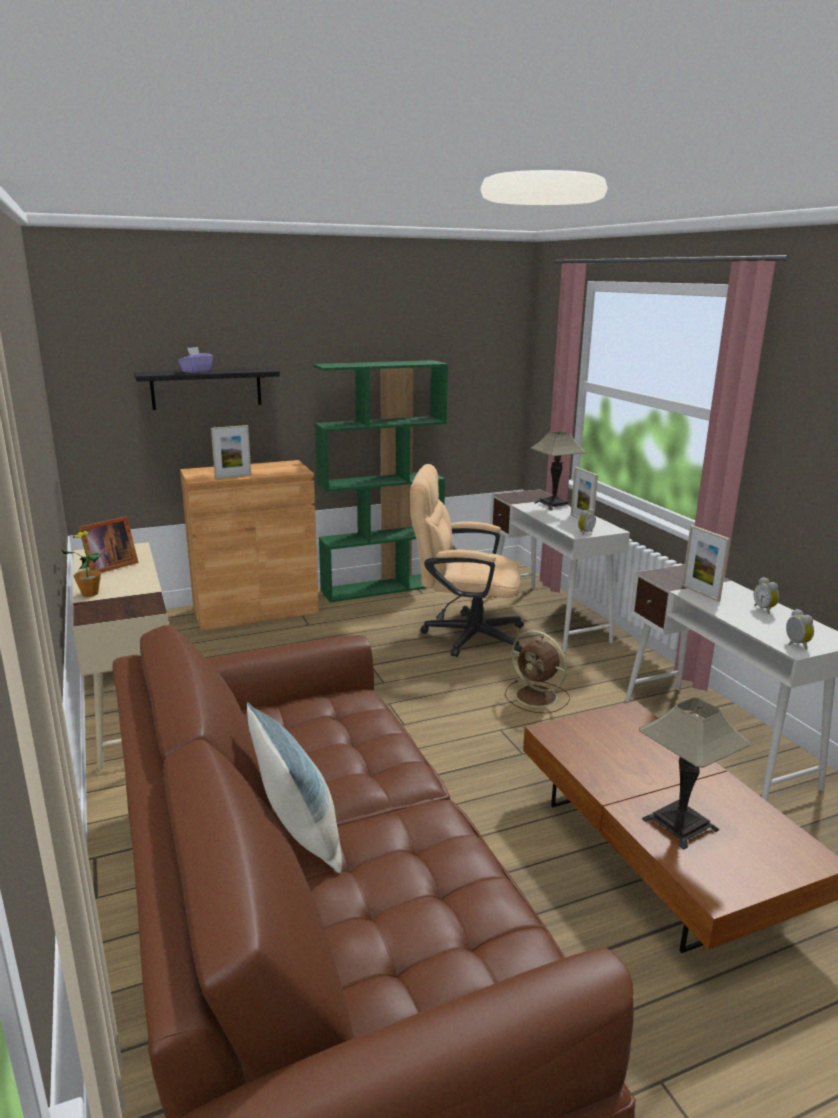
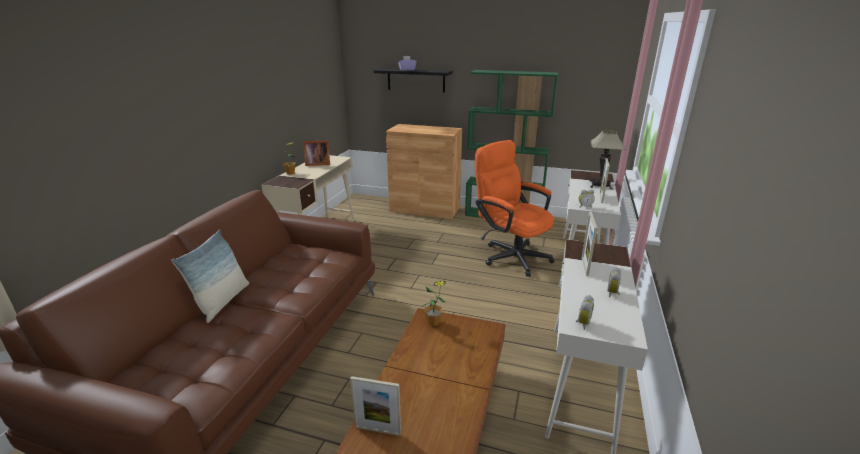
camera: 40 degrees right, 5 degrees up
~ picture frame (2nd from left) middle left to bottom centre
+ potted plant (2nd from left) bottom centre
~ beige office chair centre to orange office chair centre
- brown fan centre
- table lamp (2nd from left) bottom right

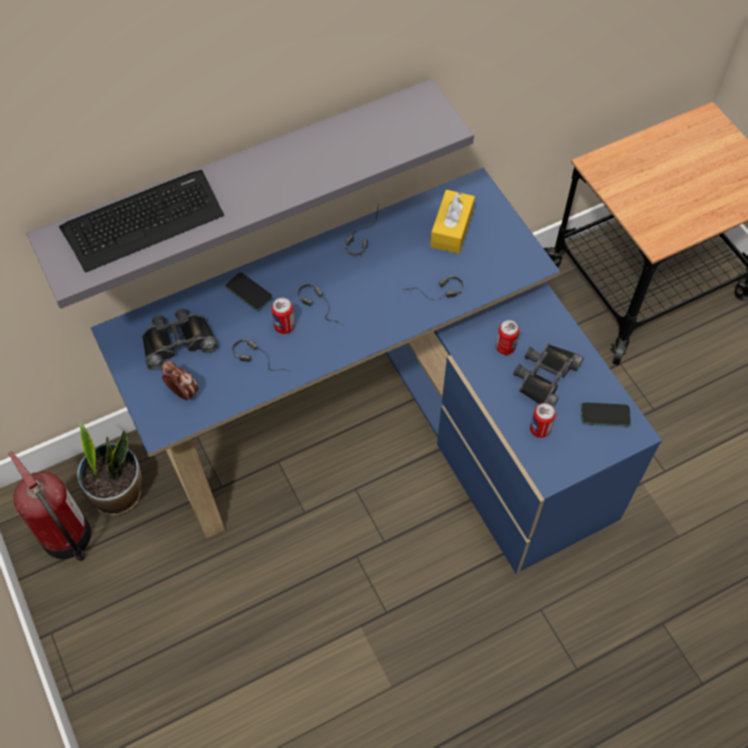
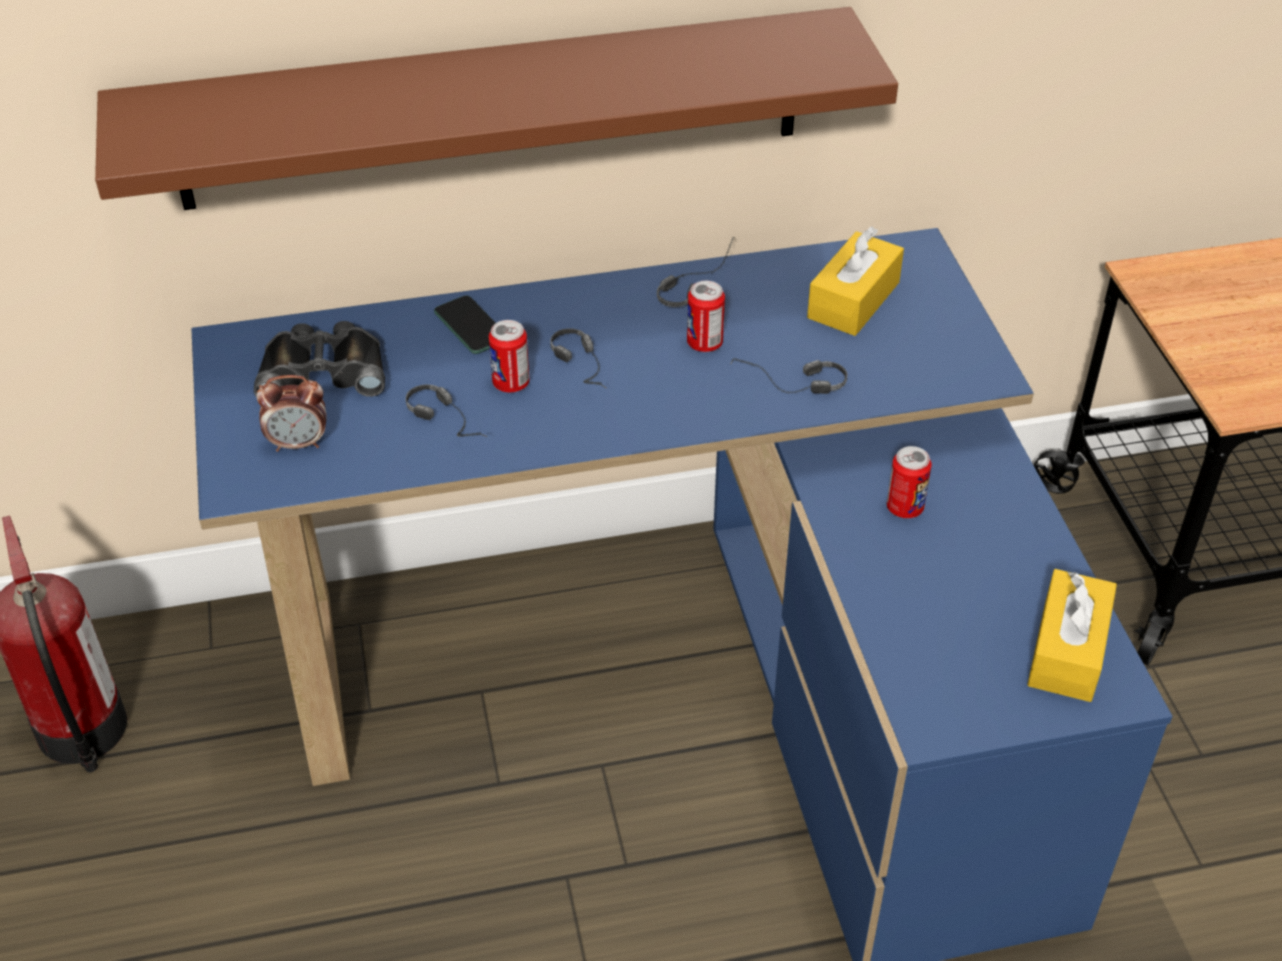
camera: 15 degrees right, 15 degrees down
~ grey shelf top centre to brown shelf top centre
~ alarm clock middle left = middle left 120 degrees clockwise
~ can (3rd from left in the first image) middle right to can (2nd from left) top centre
~ phone (2nd from left) middle right to yellow tissue box (2nd from left) middle right
- keyboard top left
- potted plant middle left
- black binoculars (2nd from left) middle right

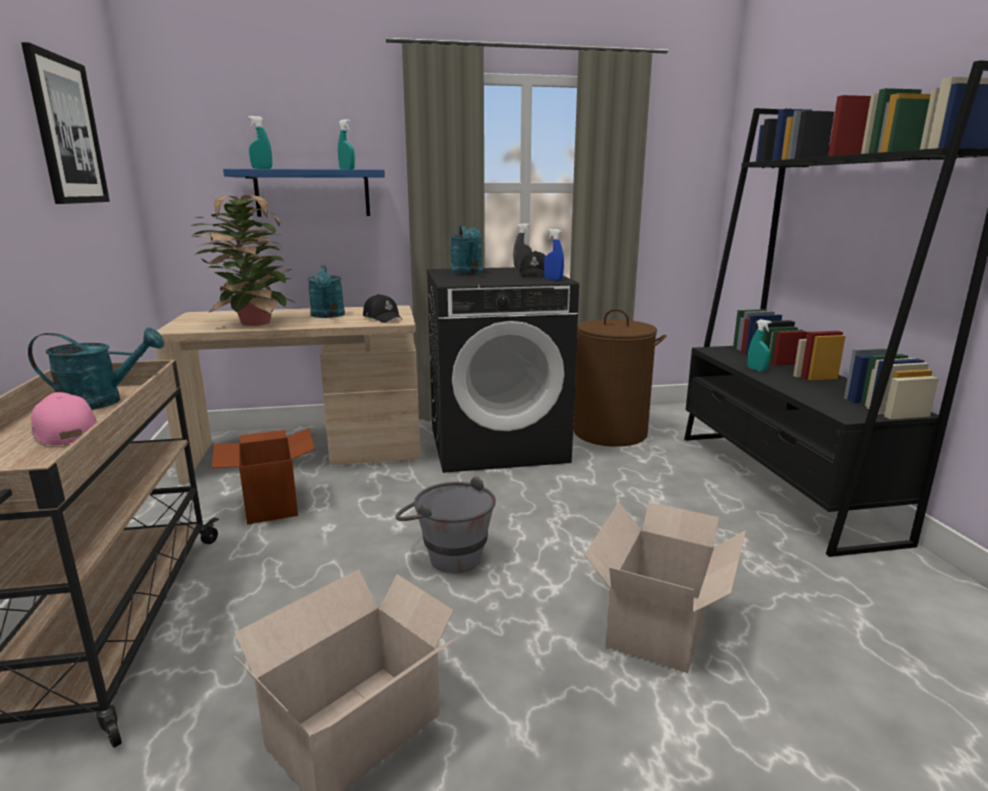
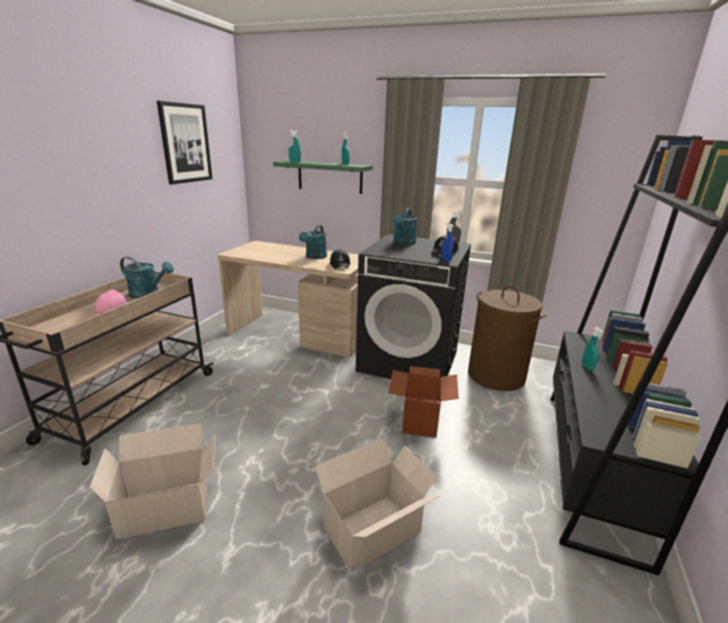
camera: 30 degrees right, 5 degrees up
~ blue shelf top left to green shelf top centre
~ cardboard box (1st from left in the first image) middle left to cardboard box (3rd from left) centre
- potted plant top left
- grey bucket centre

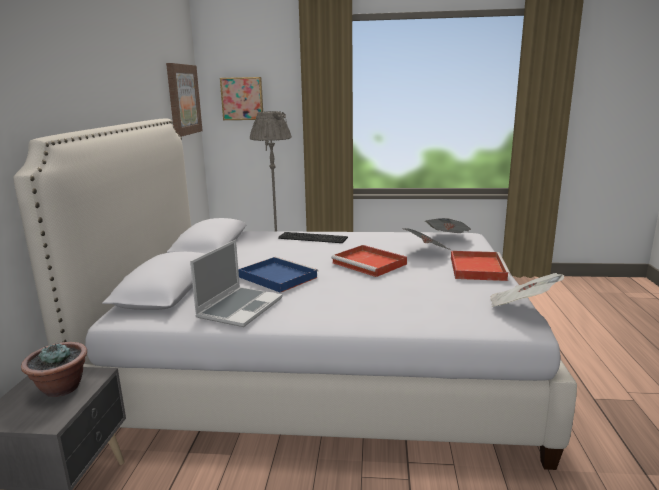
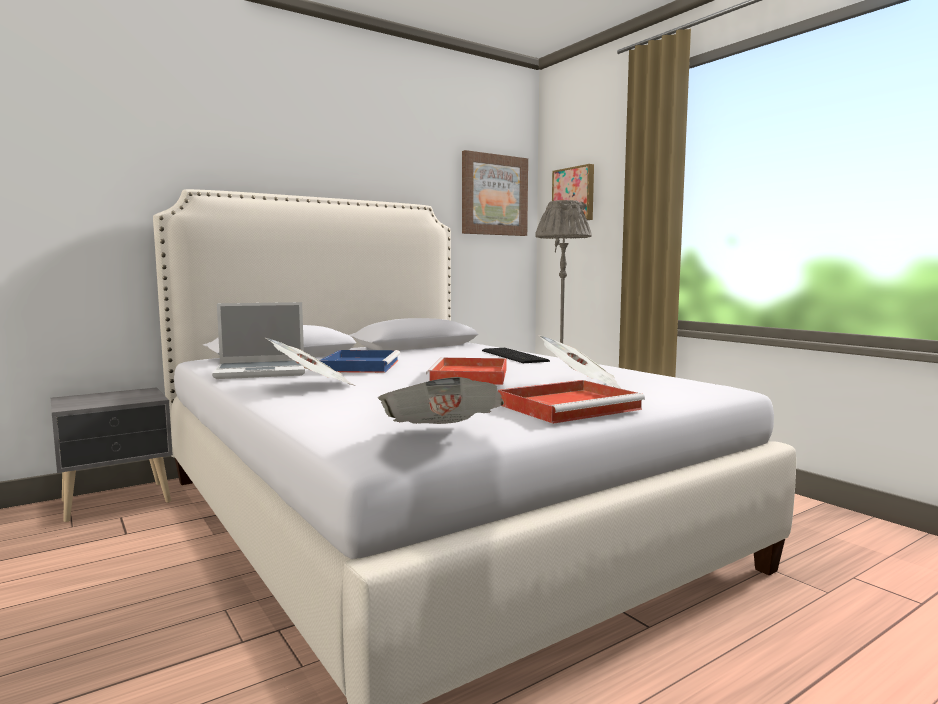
camera: 50 degrees right, 10 degrees down
~ newspaper (2nd from left in the first image) middle right to newspaper (1st from left) middle left
- potted plant bottom left

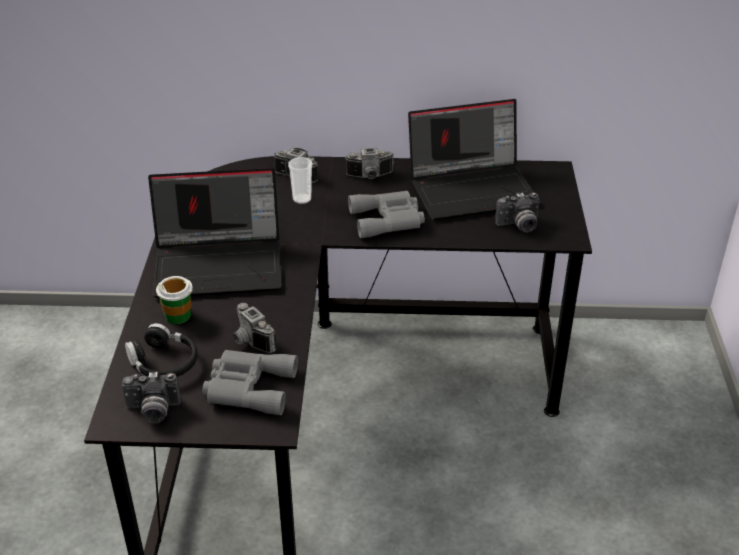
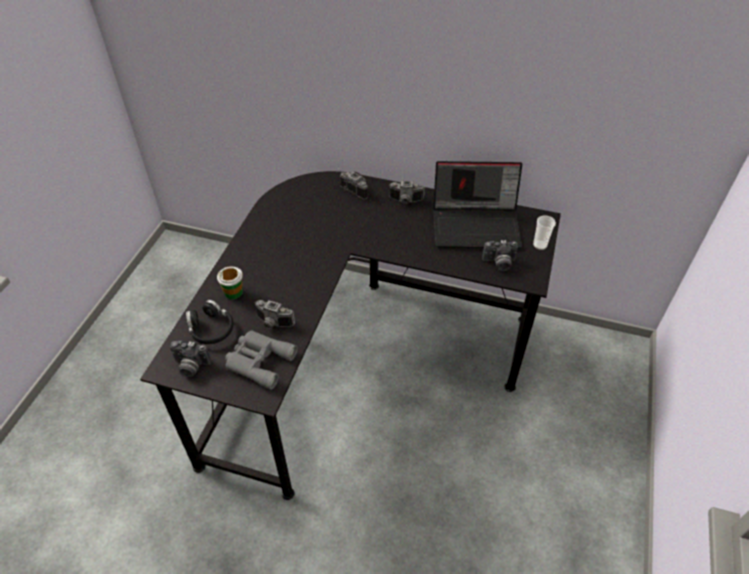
camera: 15 degrees right, 10 degrees up
~ photo camera (2nd from left) centre = centre 45 degrees counterclockwise
~ cup (2nd from left) top centre to middle right
- laptop (1st from left) middle left
- grey binoculars (2nd from left) centre

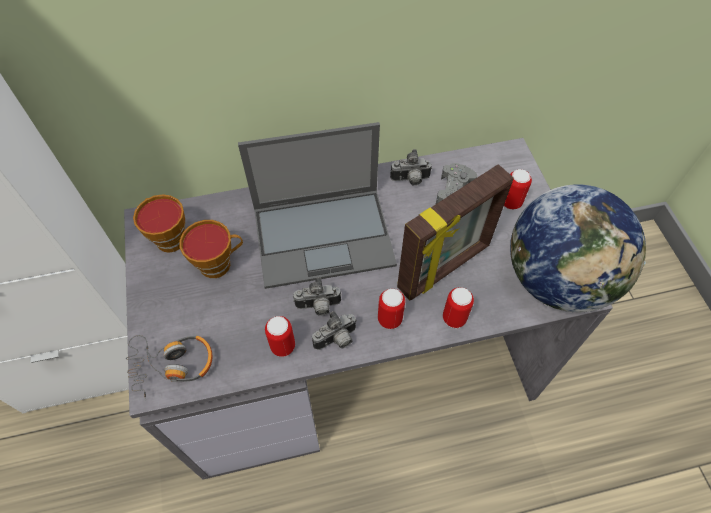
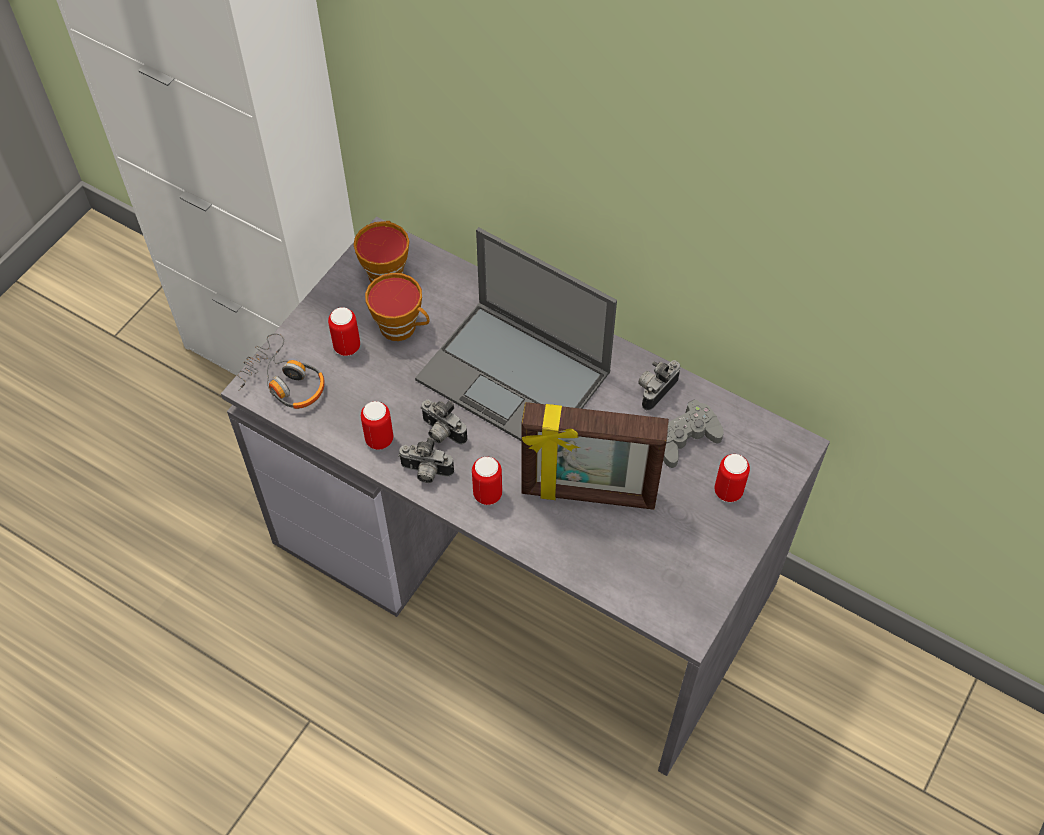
camera: 45 degrees right, 0 degrees up
~ can (3rd from left in the first image) centre to can (1st from left) middle left
~ photo camera (3rd from left) top centre = centre 90 degrees clockwise
- globe middle right

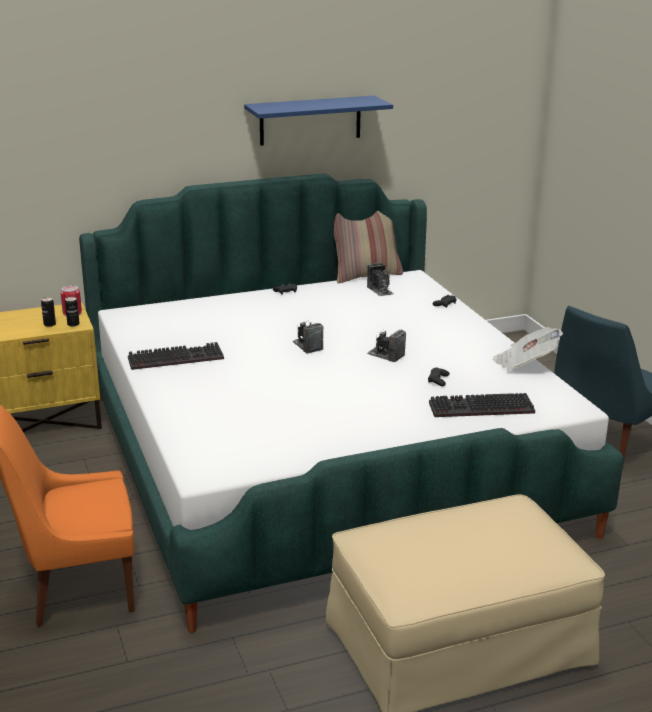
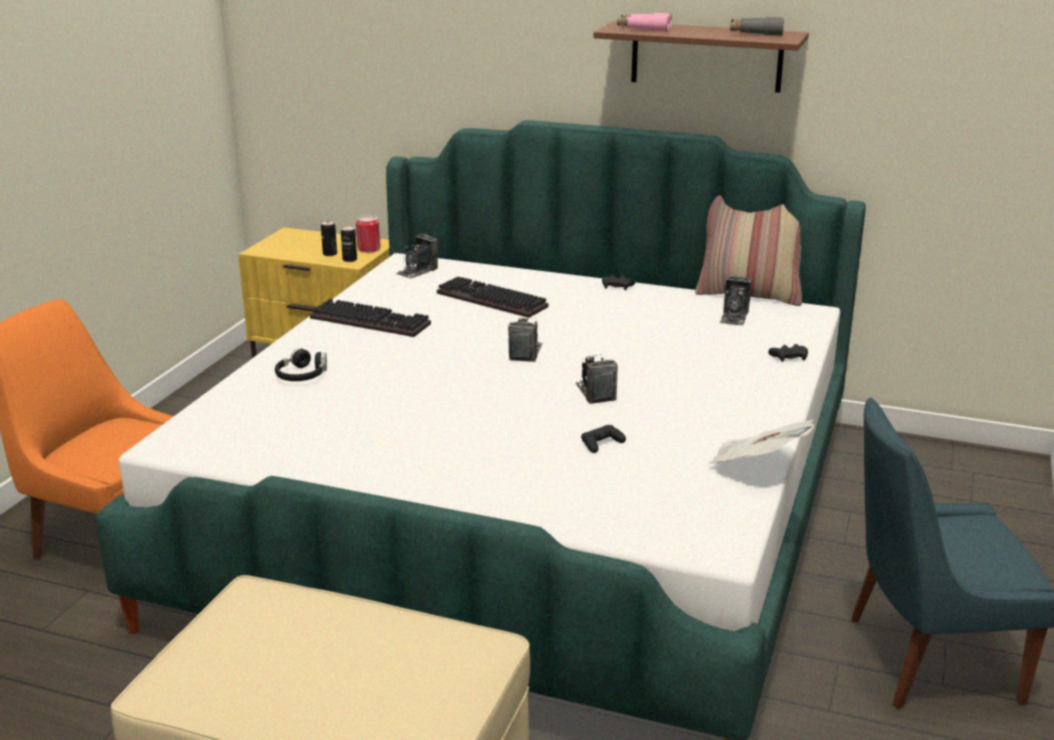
camera: 40 degrees right, 0 degrees up
+ black headphones middle left
+ photo camera (1st from left) centre
~ keyboard (2nd from left) middle right to centre
~ blue shelf top centre to brown shelf top centre
+ pink binoculars top centre
+ grey binoculars top right

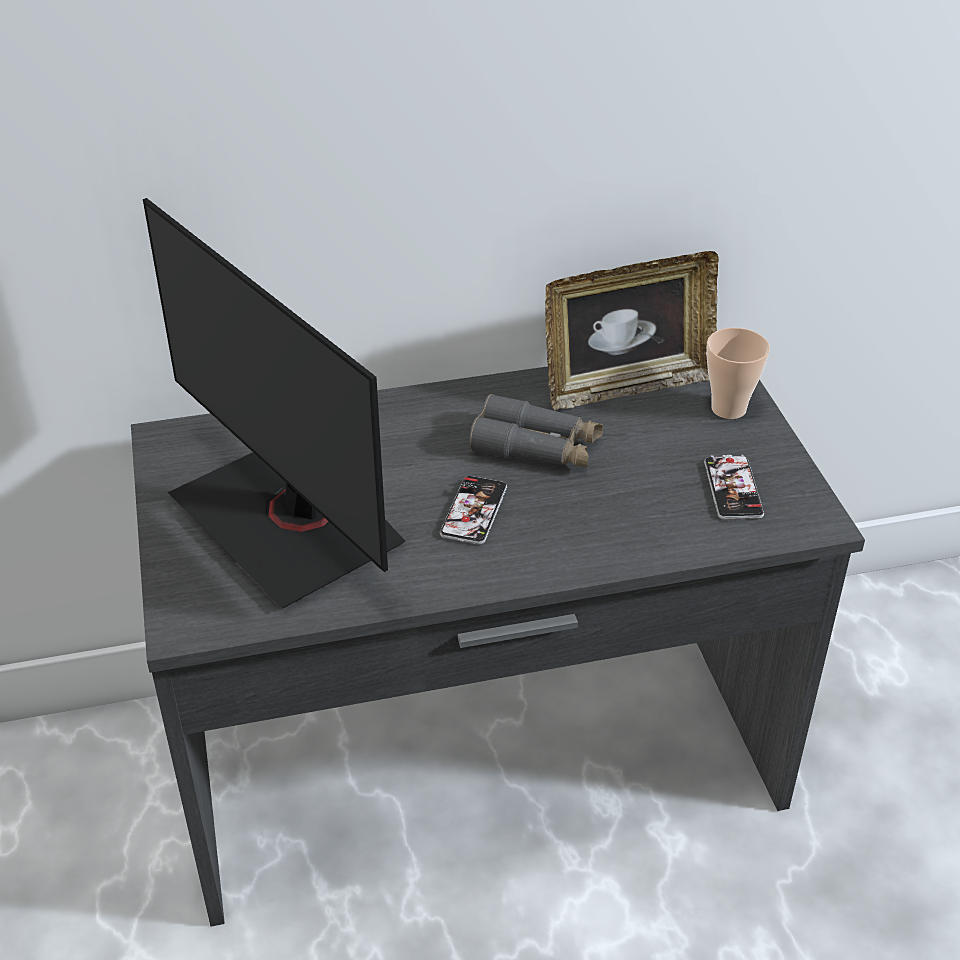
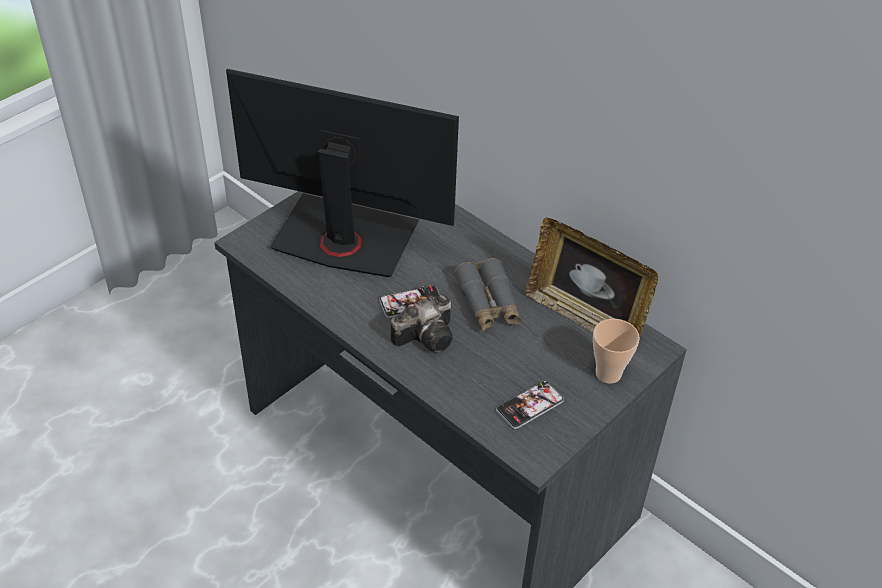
camera: 55 degrees right, 5 degrees up
~ monitor middle left = top centre 90 degrees clockwise
+ photo camera centre

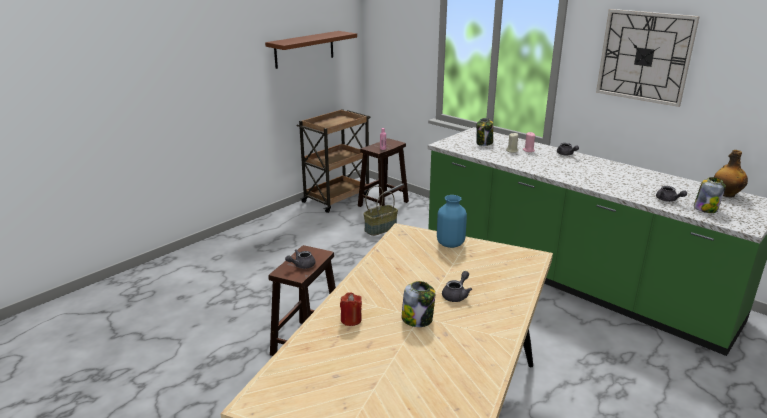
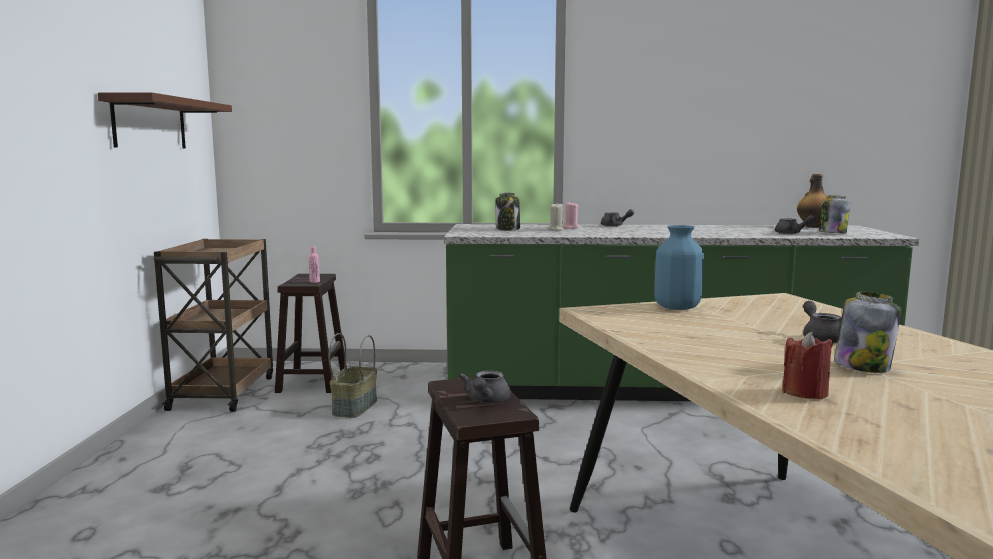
camera: 40 degrees left, 15 degrees down
- wall clock top right

